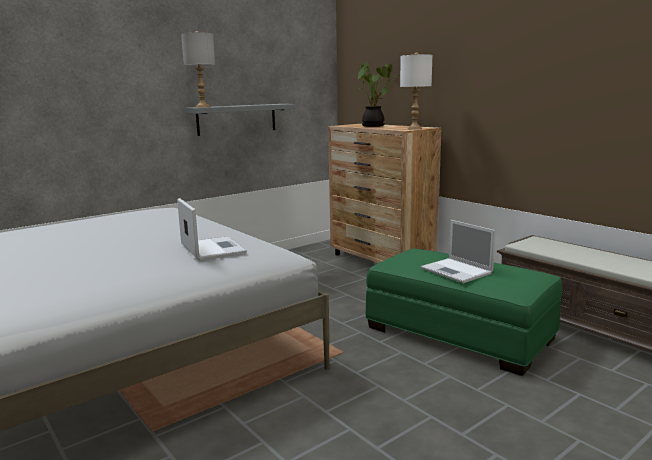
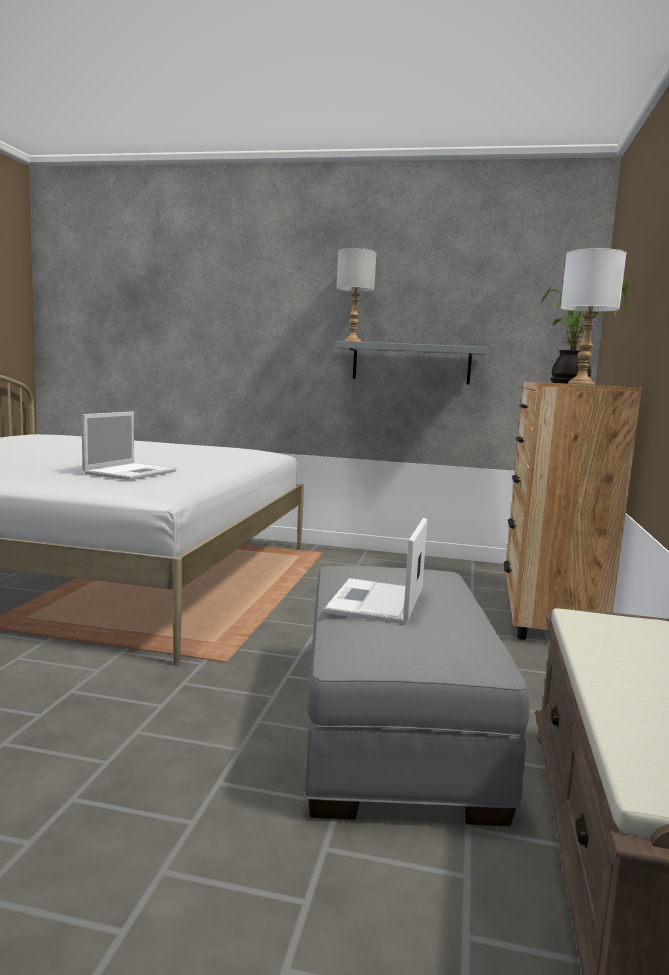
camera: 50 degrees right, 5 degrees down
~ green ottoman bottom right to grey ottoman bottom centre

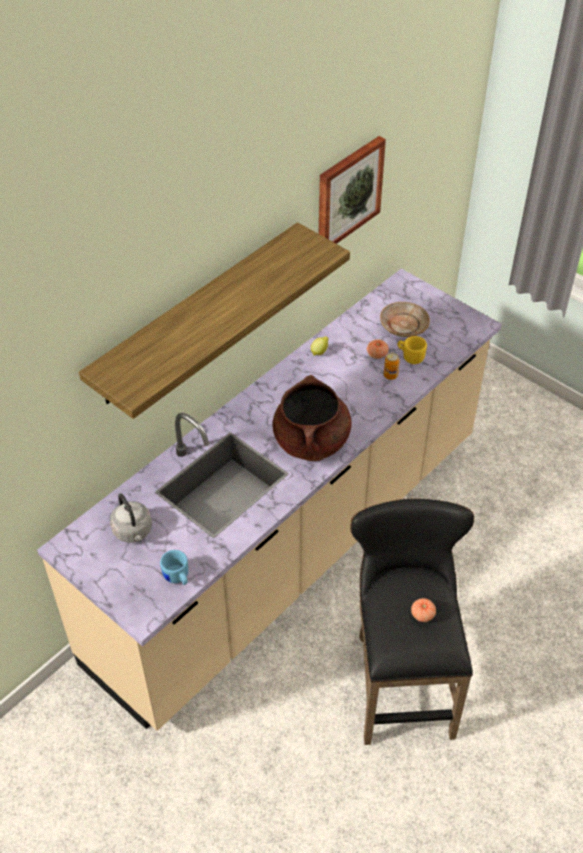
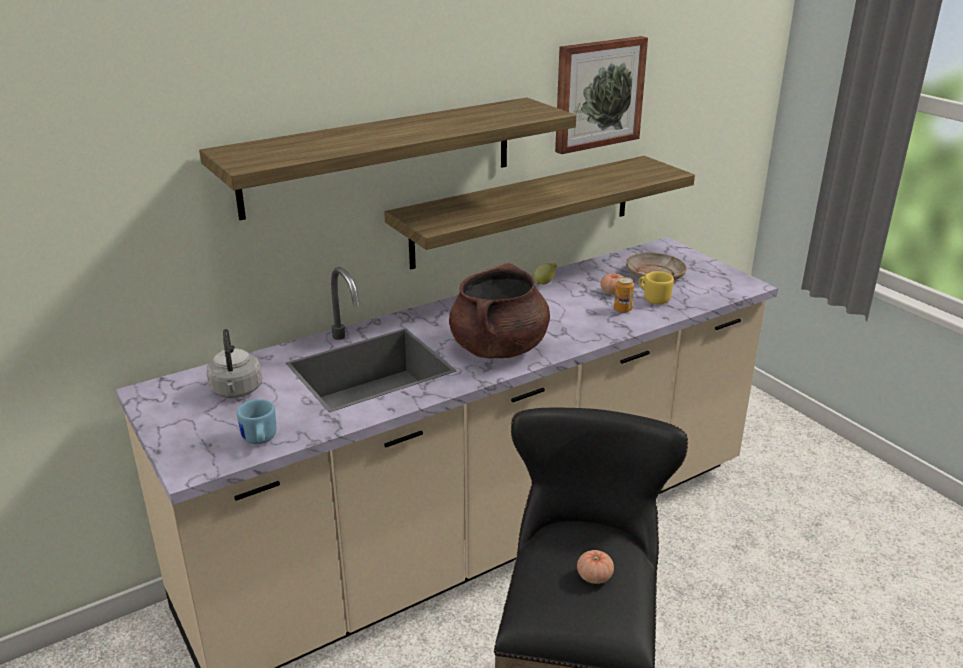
camera: 15 degrees right, 20 degrees down
+ shelf (2nd from left) top centre

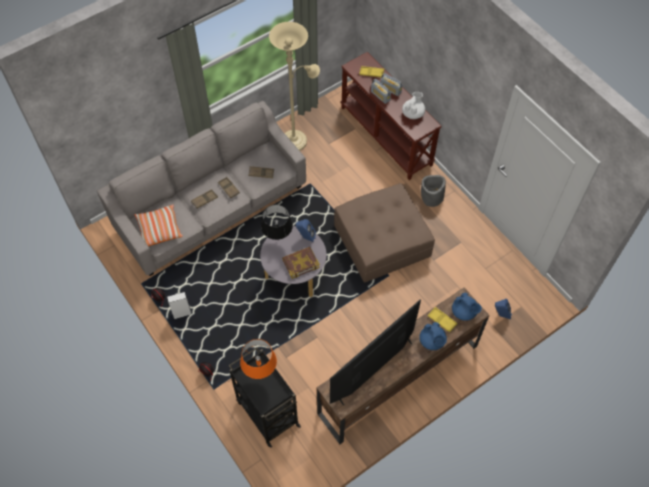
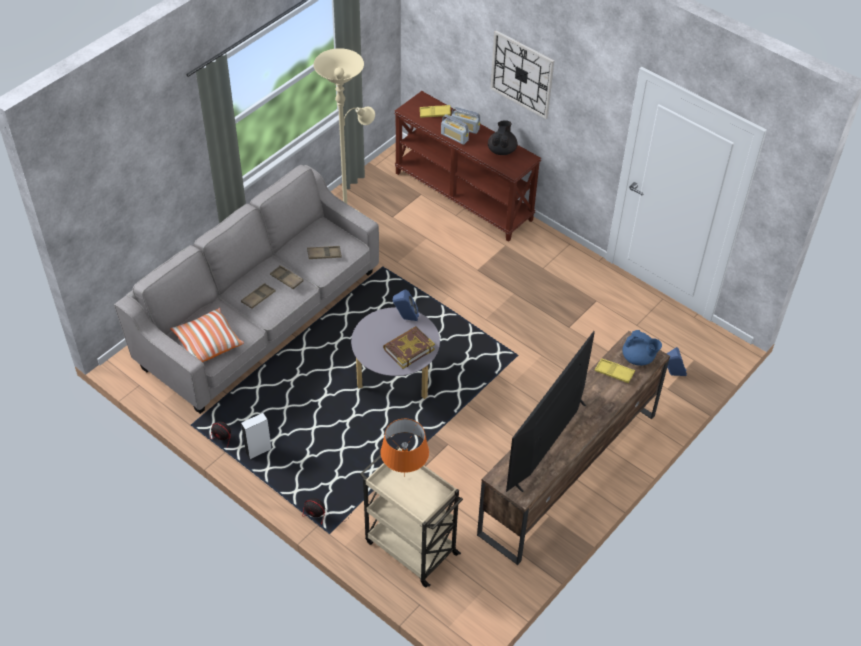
camera: 15 degrees left, 10 degrees down
~ black cart bottom centre to beige cart bottom centre
~ white teapot top centre to black teapot top centre
+ wall clock top centre
- black table lamp centre
- brown ottoman centre
- blue teapot (1st from left) bottom right
- grey planter middle right

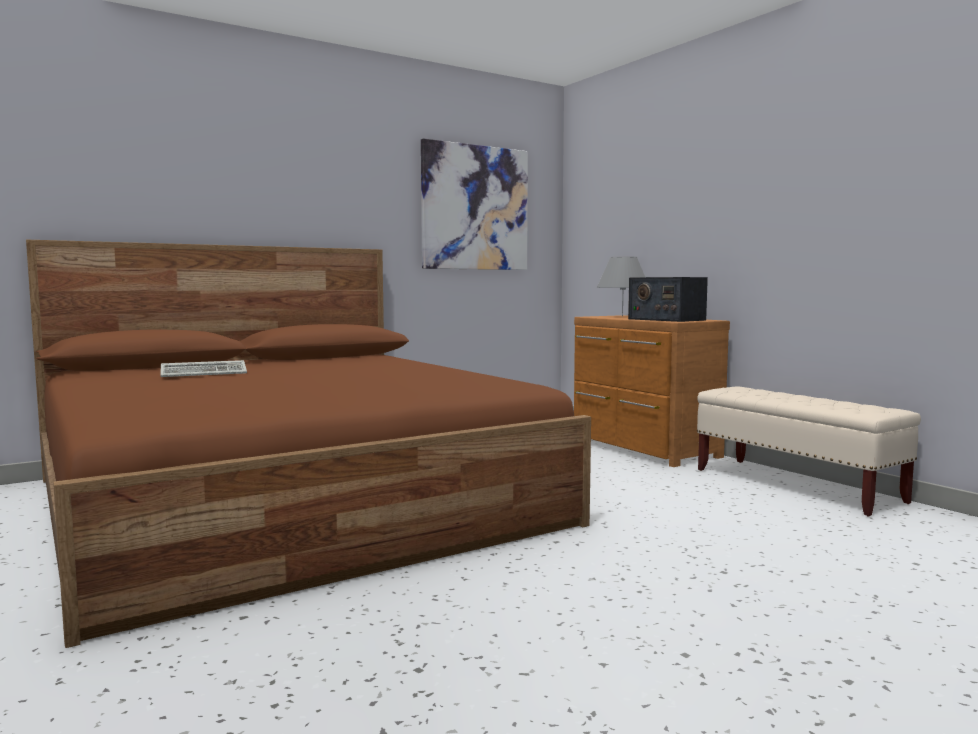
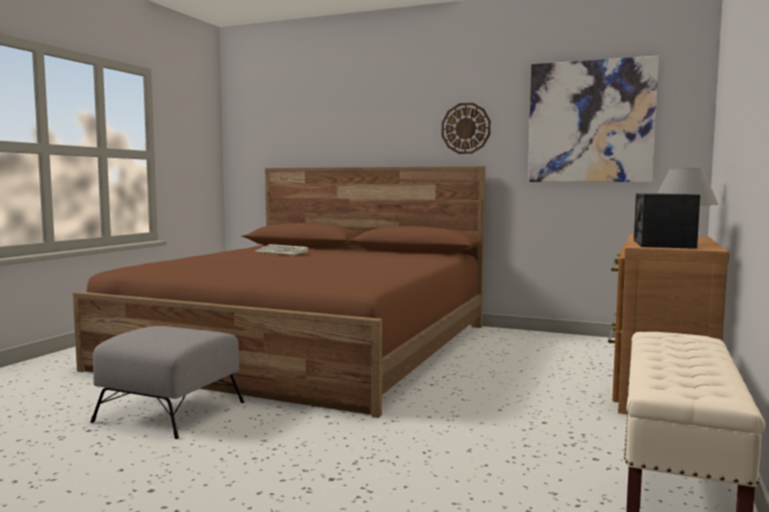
camera: 55 degrees right, 0 degrees up
+ grey ottoman bottom left
+ wall clock top centre

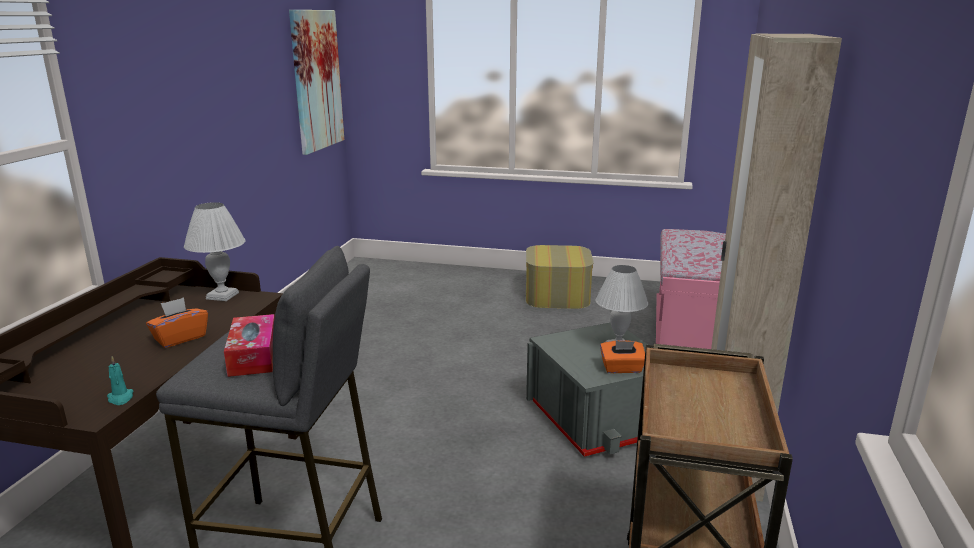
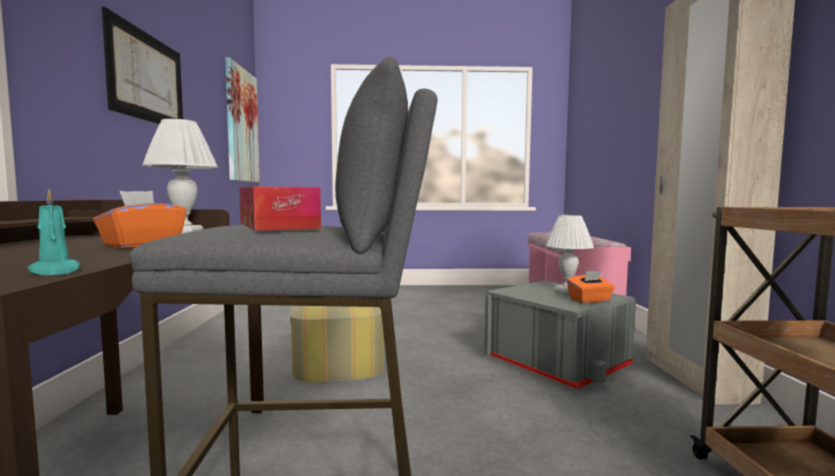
camera: 15 degrees left, 15 degrees down
+ picture (1st from left) top left
~ ottoman centre to bottom centre

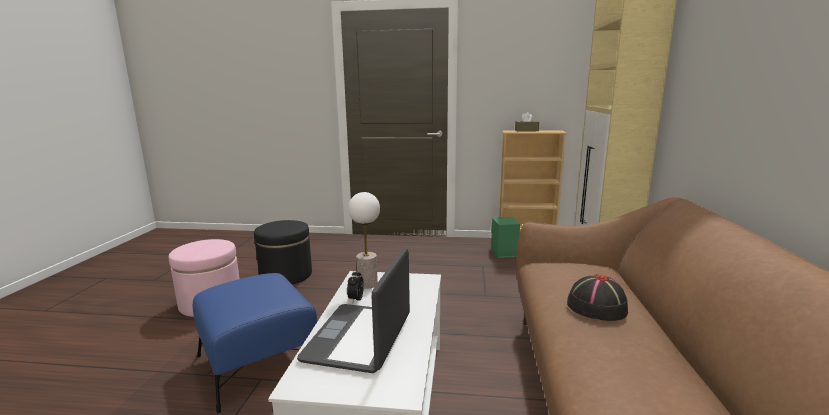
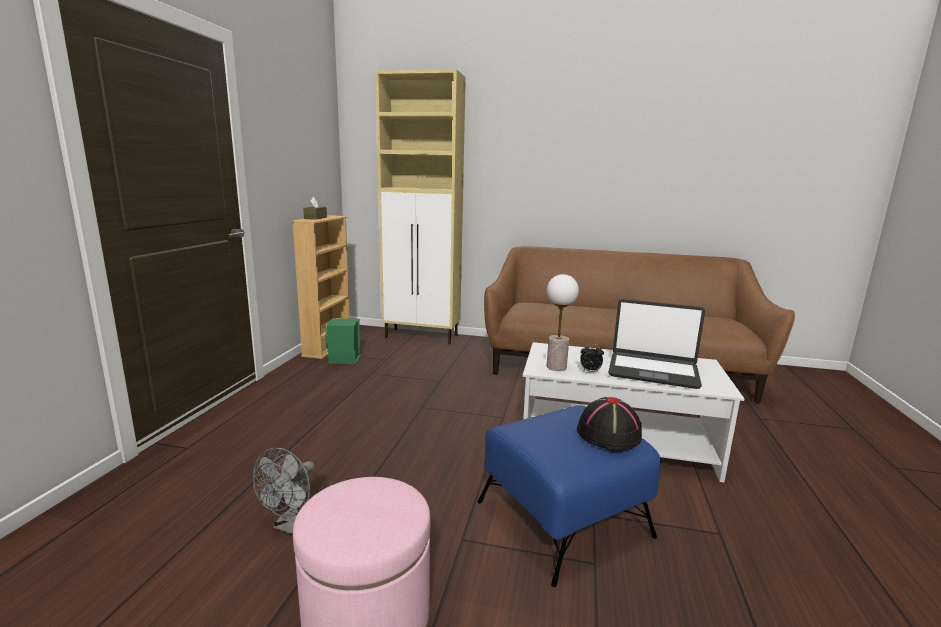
camera: 85 degrees left, 0 degrees up
~ black ottoman centre to grey fan bottom left
~ black hat bottom right to bottom centre

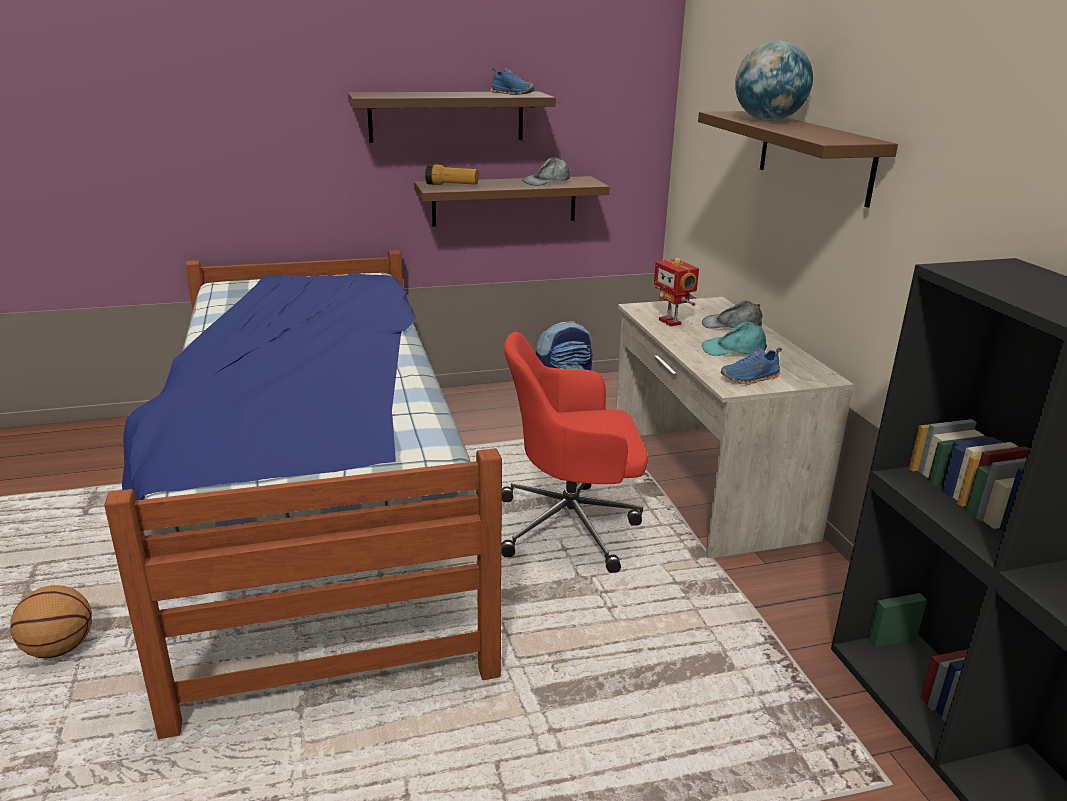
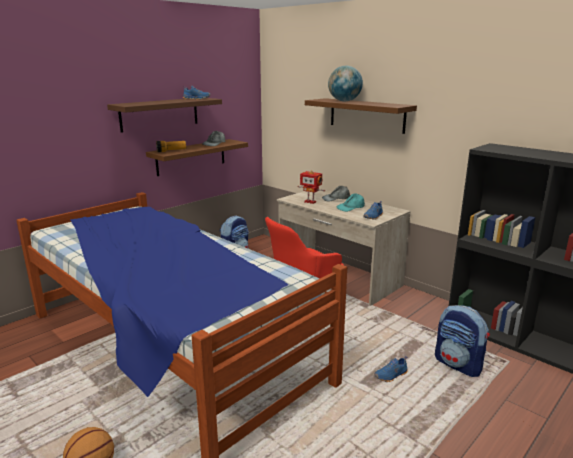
camera: 30 degrees left, 5 degrees down
+ blue shoe (3rd from left) bottom right
+ backpack (2nd from left) bottom right

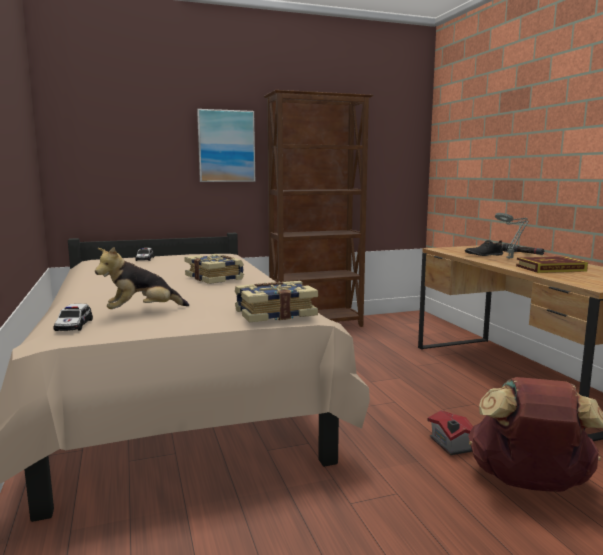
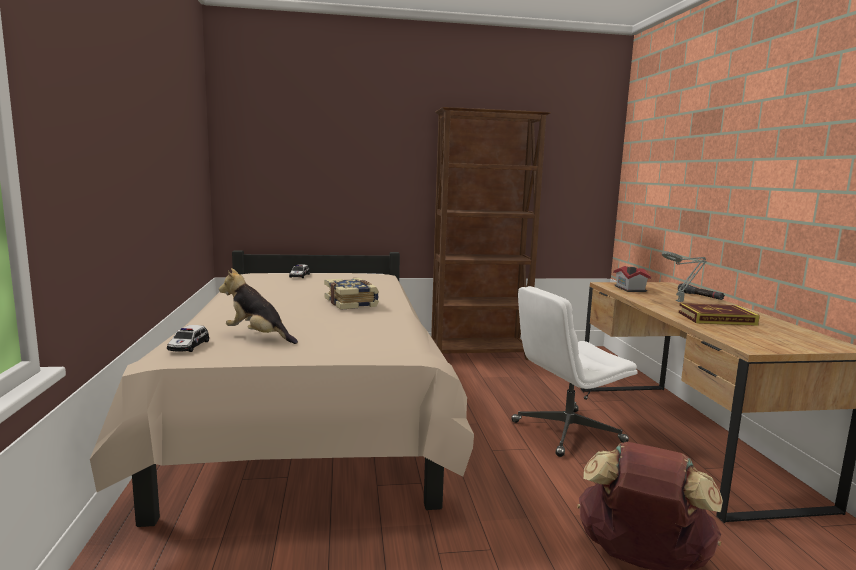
camera: 10 degrees right, 0 degrees up
~ plush toy middle left = middle left 45 degrees clockwise
+ white office chair middle right
~ toy house bottom right to middle right
- picture top centre
- book (2nd from left) centre
- black shoe middle right

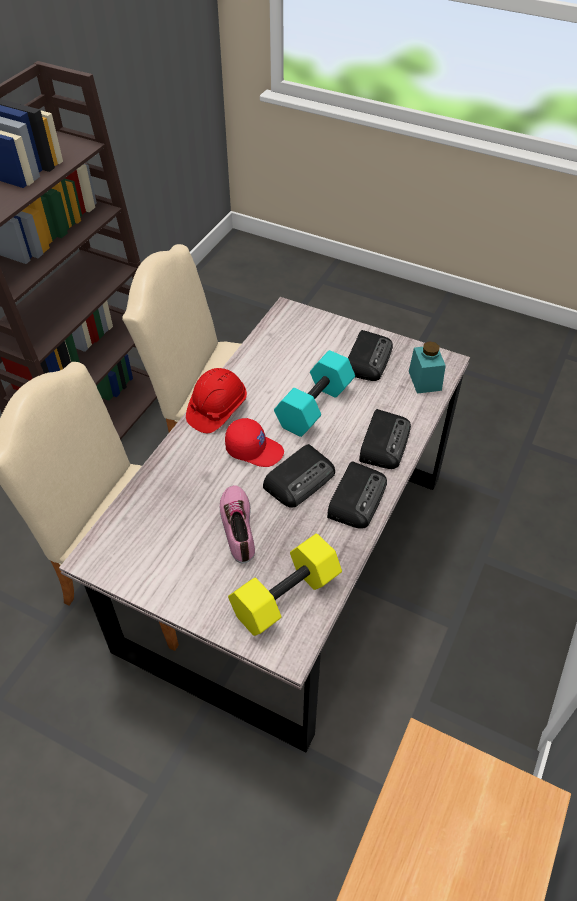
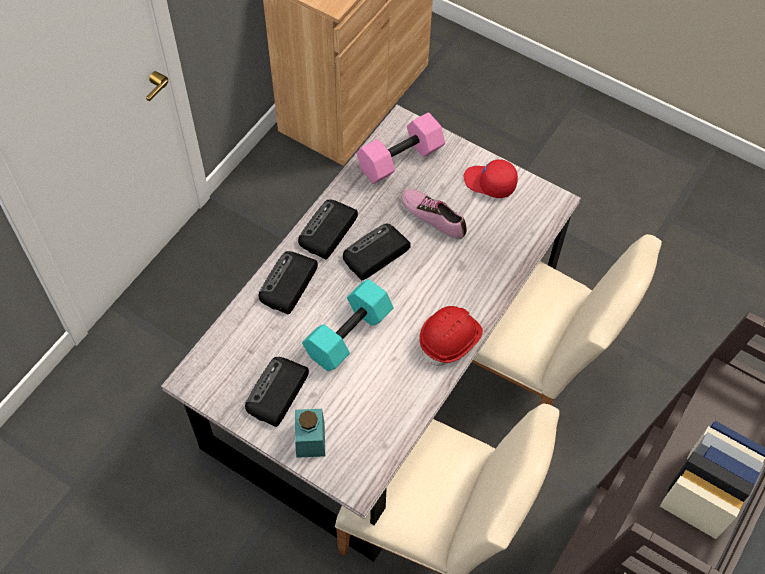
camera: 175 degrees left, 10 degrees up
~ turquoise jar middle right to bottom centre
~ yellow dumbbell centre to pink dumbbell top centre
~ shoe centre = centre 135 degrees clockwise
~ red cap centre to top centre

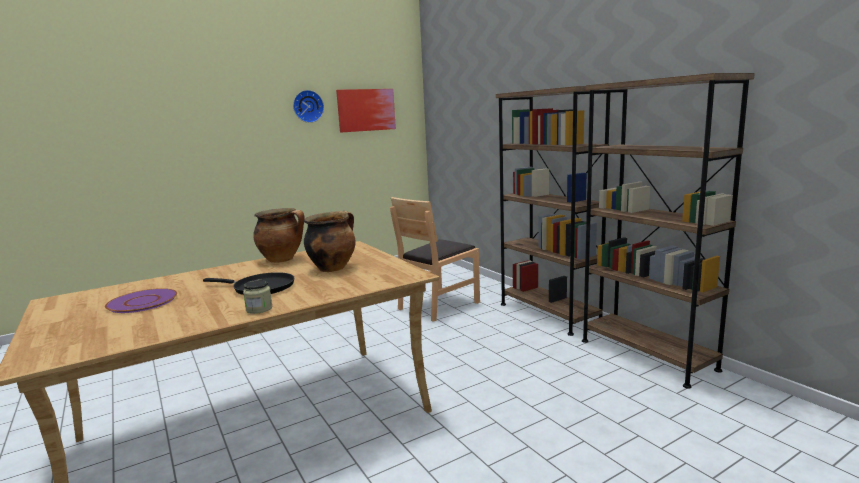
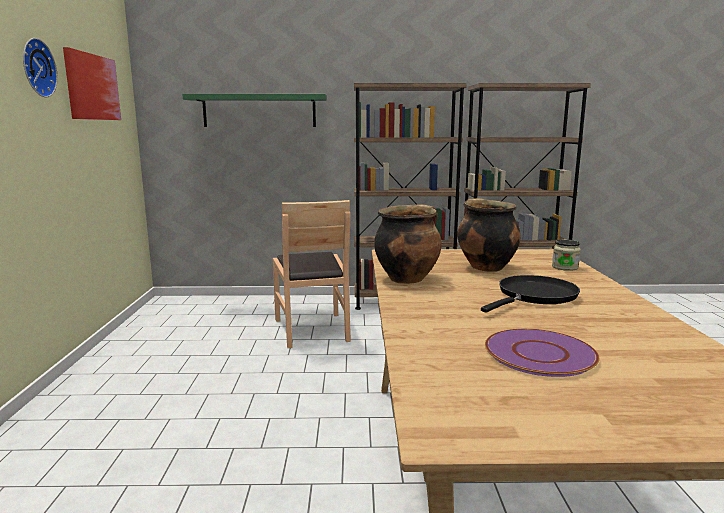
camera: 60 degrees left, 0 degrees up
+ green shelf top centre
~ jar middle left to middle right

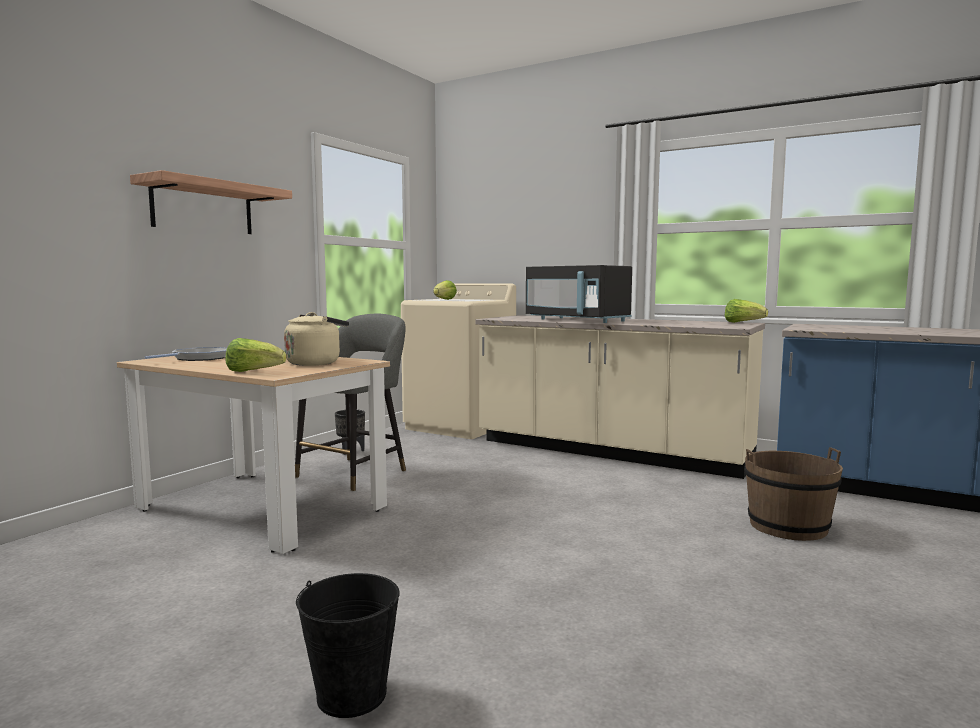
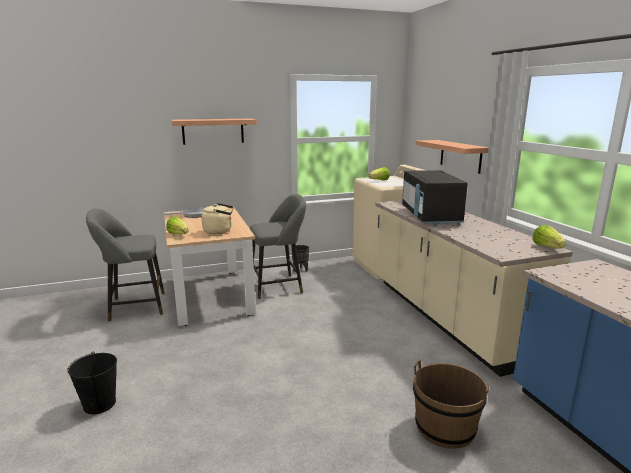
camera: 40 degrees right, 10 degrees up
+ grey stool (1st from left) middle left
+ shelf (2nd from left) top right

